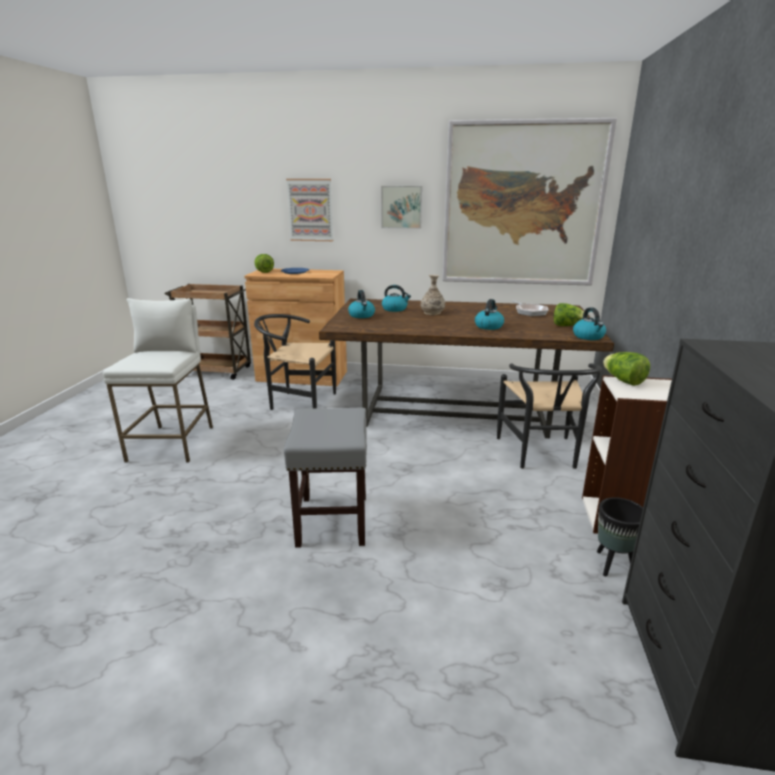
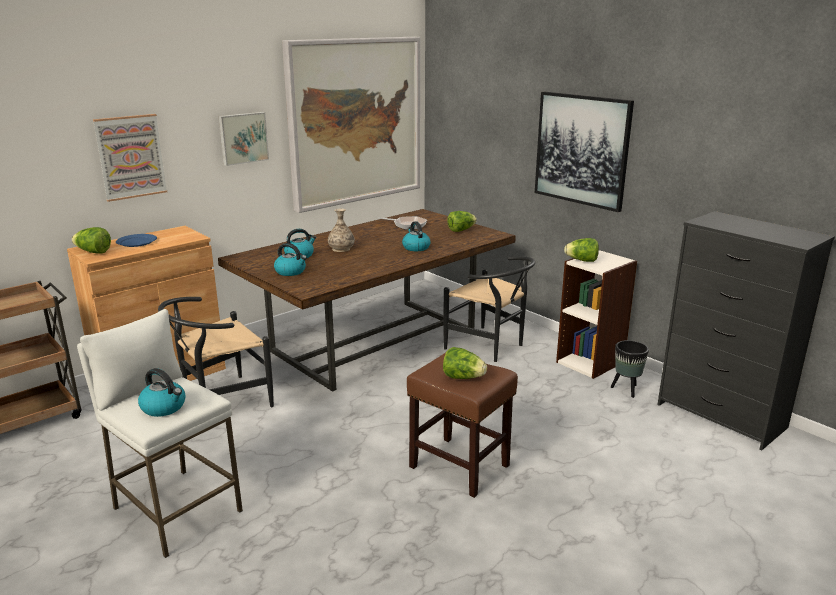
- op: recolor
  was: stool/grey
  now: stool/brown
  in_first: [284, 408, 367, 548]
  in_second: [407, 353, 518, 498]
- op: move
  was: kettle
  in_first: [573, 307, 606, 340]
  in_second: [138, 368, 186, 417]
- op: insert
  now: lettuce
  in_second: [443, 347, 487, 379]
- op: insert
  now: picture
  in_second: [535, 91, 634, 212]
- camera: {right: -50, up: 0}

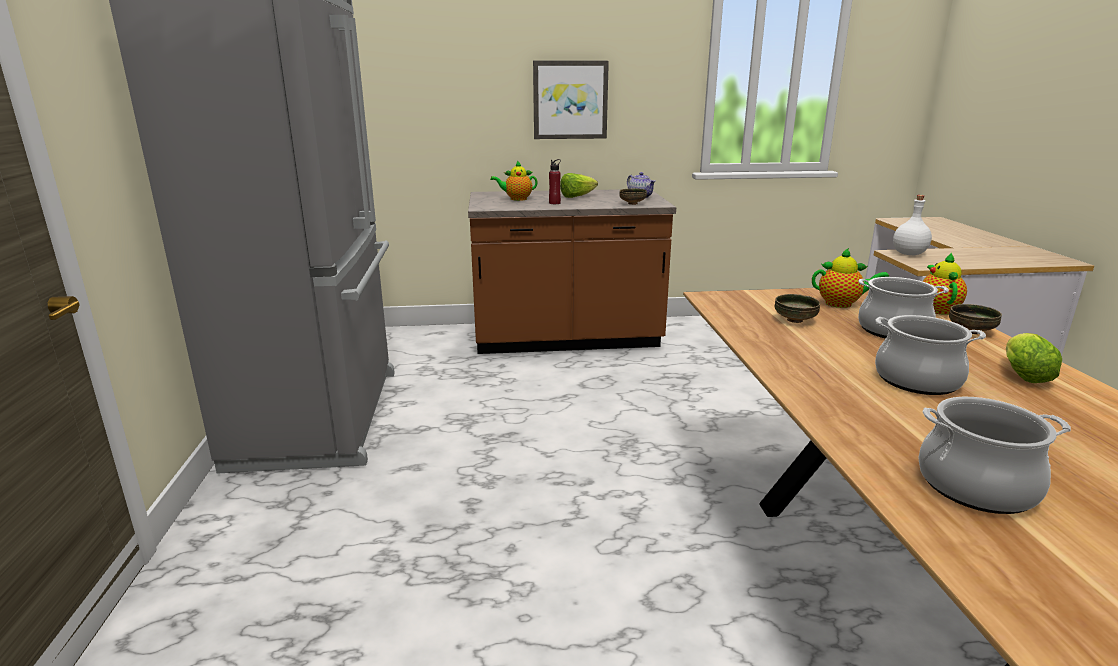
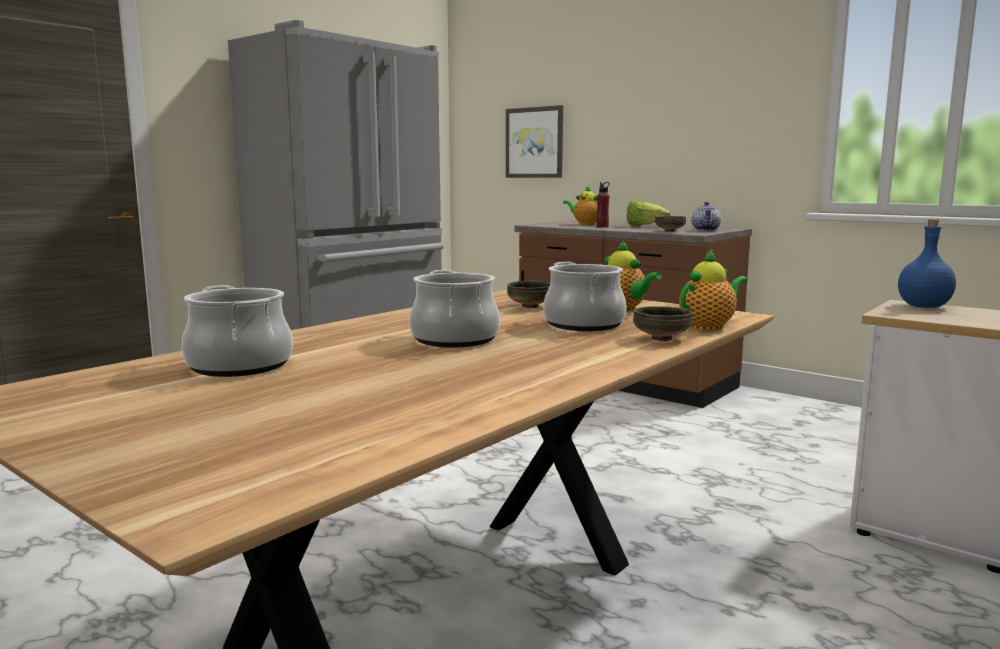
- op: move
  was: picture
  in_first: [533, 60, 609, 139]
  in_second: [506, 105, 563, 178]
- op: recolor
  was: bottle/white
  now: bottle/blue
  in_first: [893, 195, 932, 255]
  in_second: [898, 219, 956, 308]
- op: delete
  was: lettuce
  in_first: [1006, 333, 1062, 383]
- camera: {right: 45, up: -10}

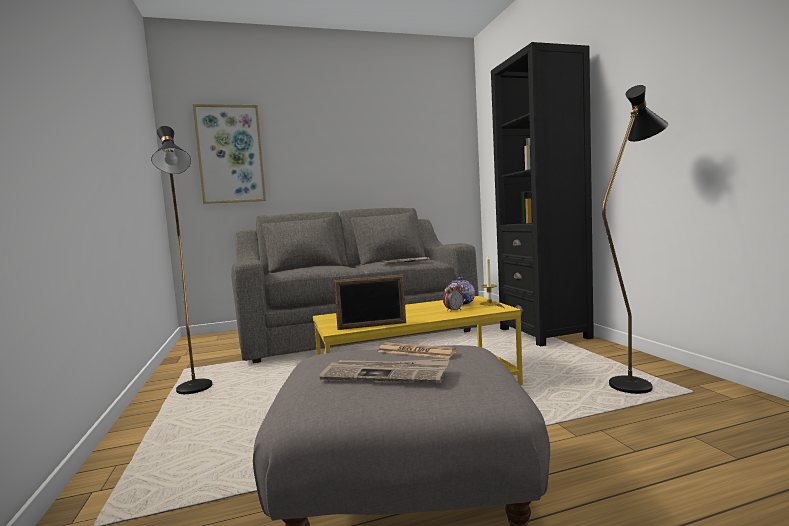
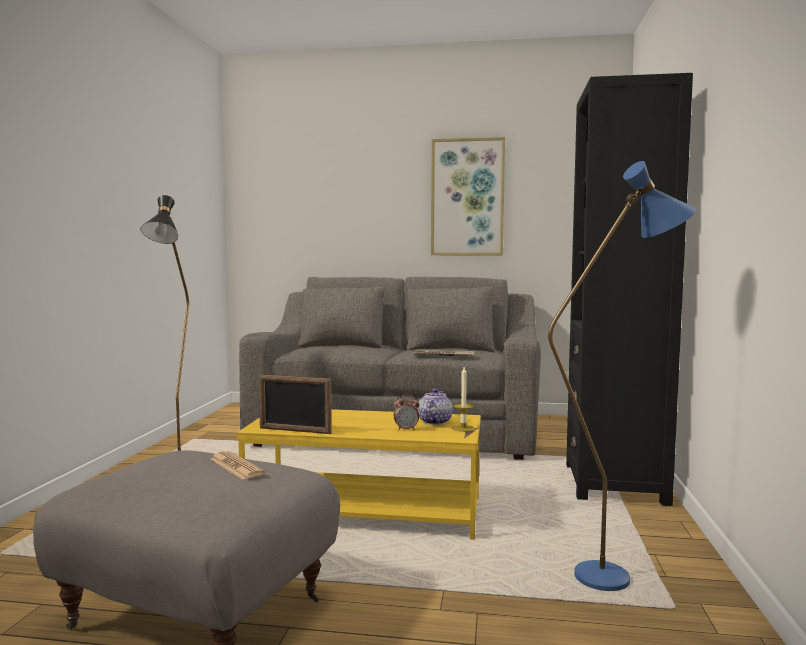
- op: move
  was: picture
  in_first: [193, 104, 266, 204]
  in_second: [431, 137, 505, 255]
- op: delete
  was: newspaper
  in_first: [320, 358, 450, 383]
- op: recolor
  was: floor lamp/black
  now: floor lamp/blue
  in_first: [602, 85, 668, 394]
  in_second: [548, 161, 696, 591]
- camera: {right: 25, up: 0}

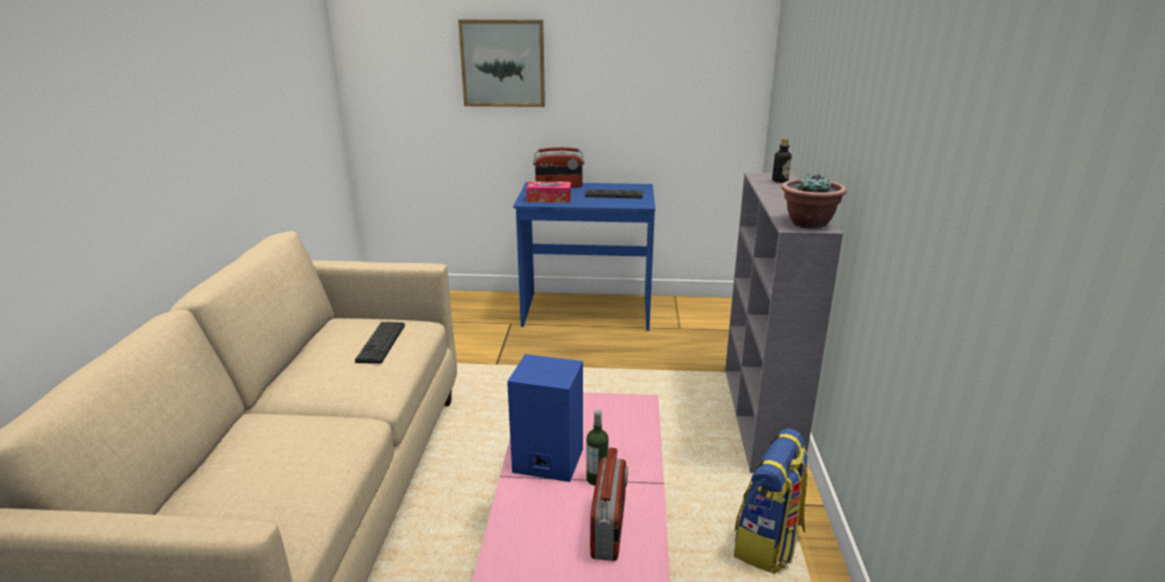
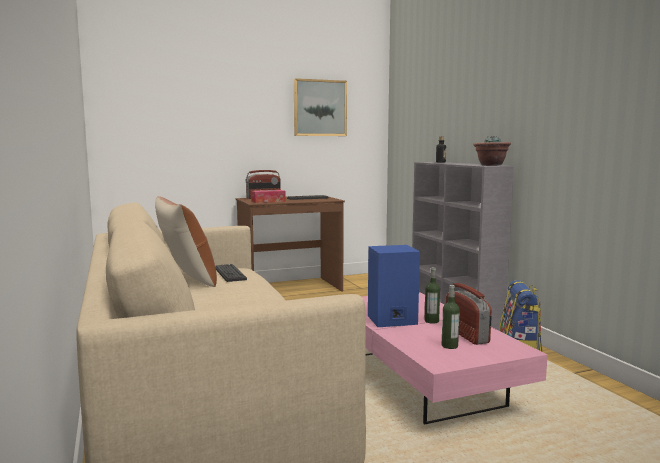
- op: move
  was: picture
  in_first: [458, 20, 545, 107]
  in_second: [294, 78, 347, 136]
- op: recolor
  was: desk/blue
  now: desk/brown
  in_first: [513, 182, 655, 331]
  in_second: [236, 195, 345, 292]
- op: insert
  now: pillow/brown
  in_second: [155, 196, 217, 287]
- op: insert
  now: bottle
  in_second: [442, 285, 460, 349]
- camera: {right: -25, up: -15}

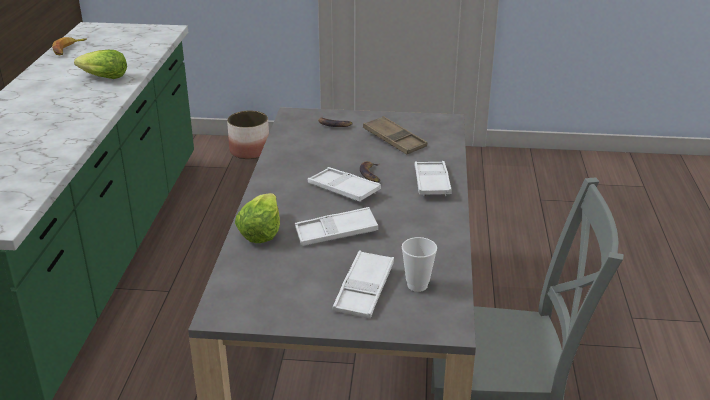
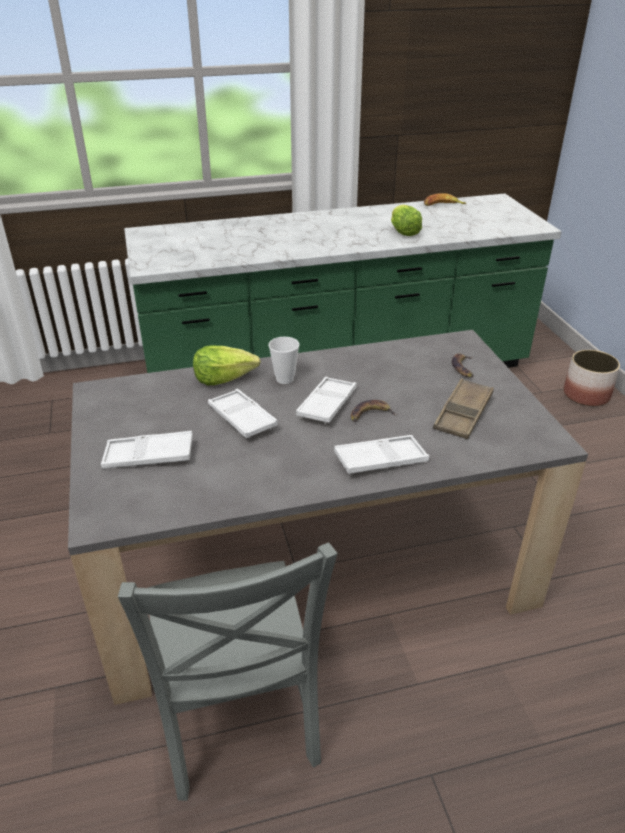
- op: move
  was: cup
  in_first: [402, 237, 437, 292]
  in_second: [268, 337, 300, 384]
- camera: {right: 70, up: 5}

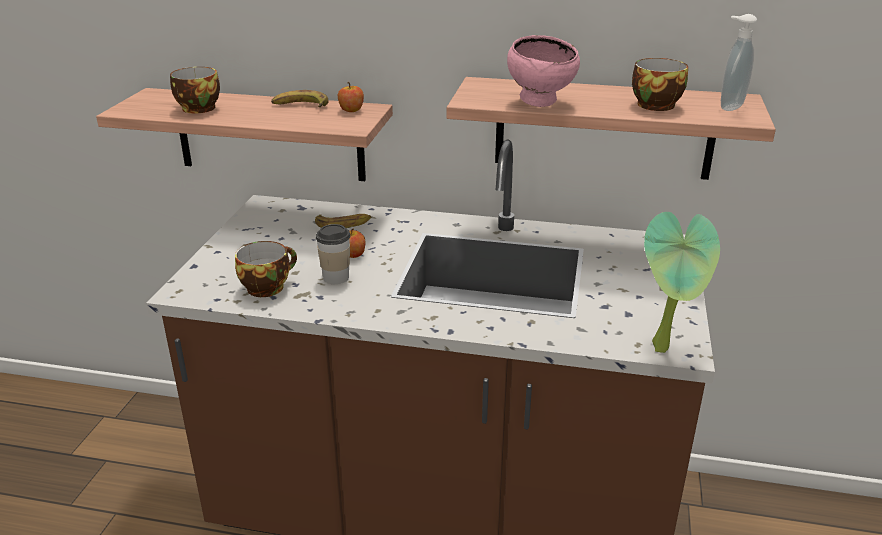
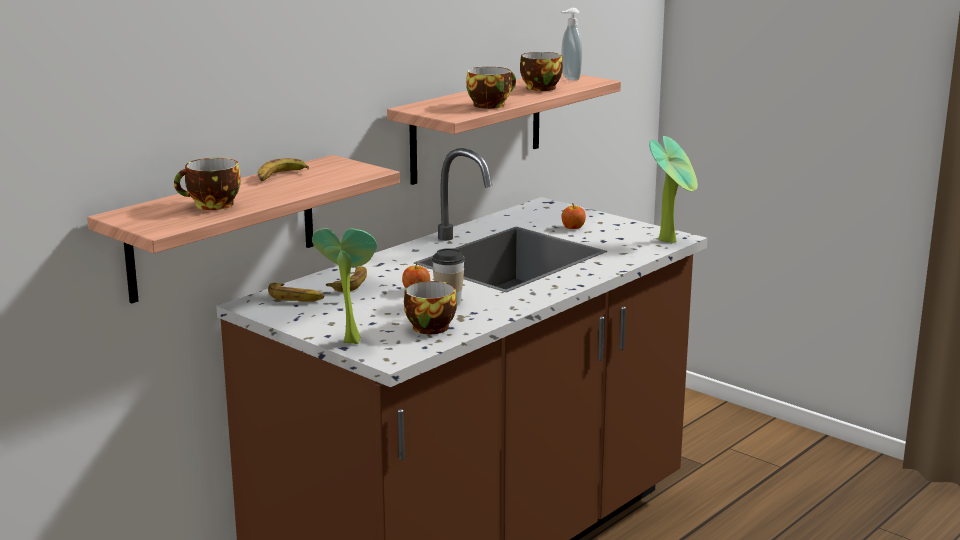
- op: move
  was: apple
  in_first: [338, 82, 364, 112]
  in_second: [561, 203, 586, 229]
- op: replace
  was: bowl/pink
  now: cup
  in_first: [507, 35, 580, 107]
  in_second: [466, 67, 516, 109]
- op: insert
  now: banana
  in_second: [268, 283, 324, 302]
- op: insert
  now: potted plant
  in_second: [312, 228, 377, 344]
- camera: {right: -60, up: -10}

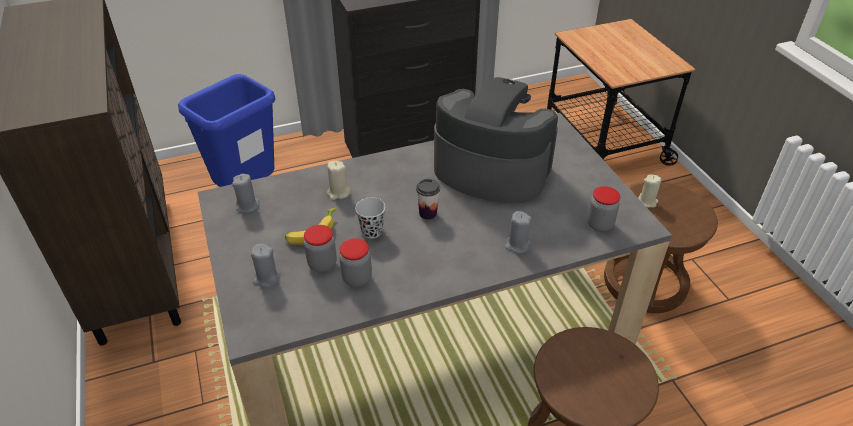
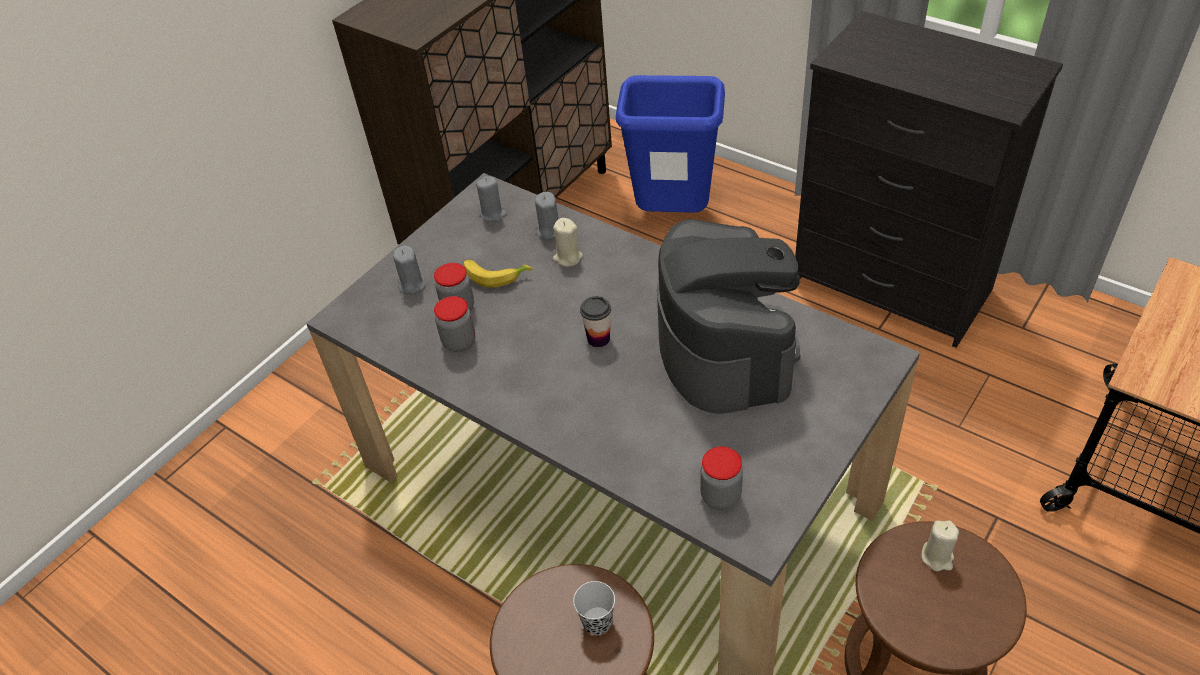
- op: move
  was: cup/black
  in_first: [355, 198, 385, 238]
  in_second: [573, 581, 615, 635]
- op: move
  was: candle/grey
  in_first: [505, 211, 532, 253]
  in_second: [535, 192, 558, 240]
- camera: {right: 60, up: 5}

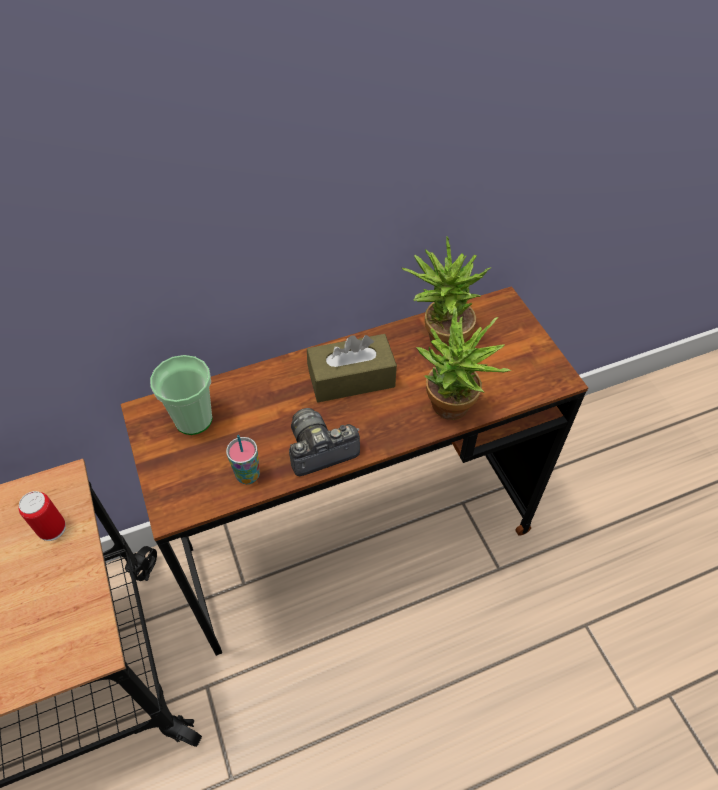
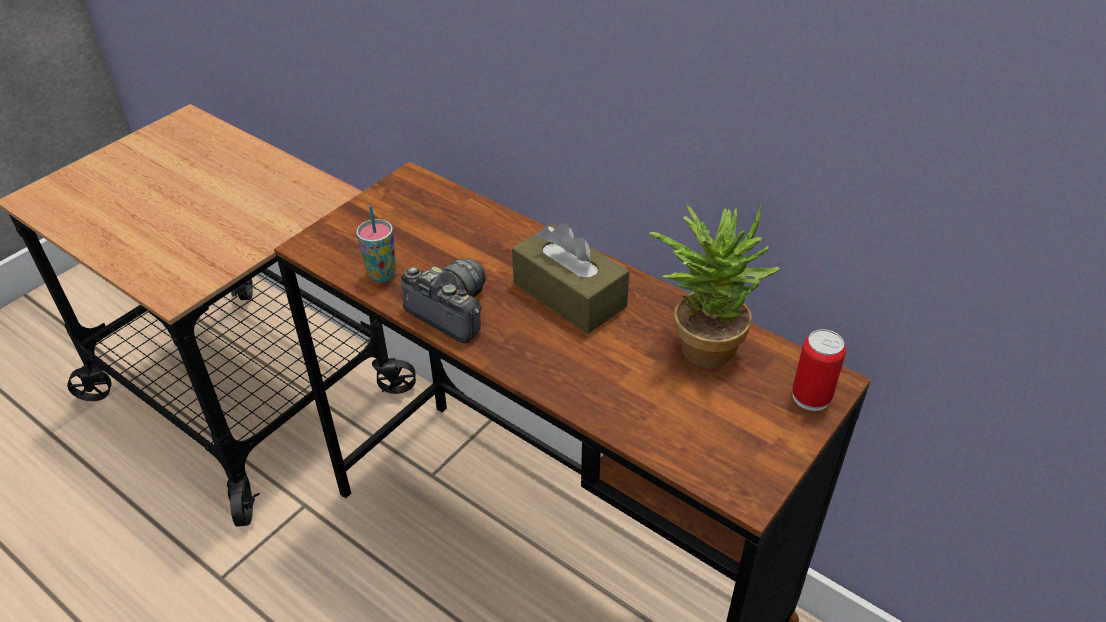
- op: move
  was: can
  in_first: [19, 491, 66, 541]
  in_second: [792, 329, 846, 411]
- op: delete
  was: cup
  in_first: [150, 355, 213, 435]
- op: delete
  was: potted plant
  in_first: [416, 307, 511, 420]
- camera: {right: 60, up: -10}

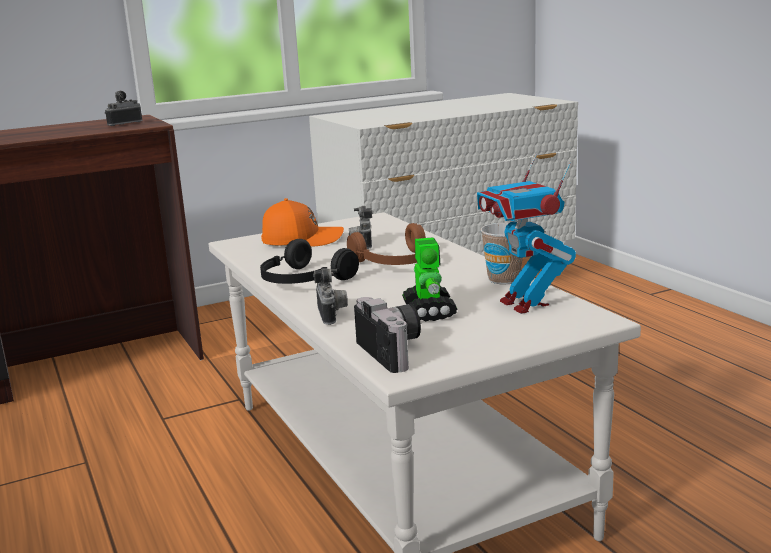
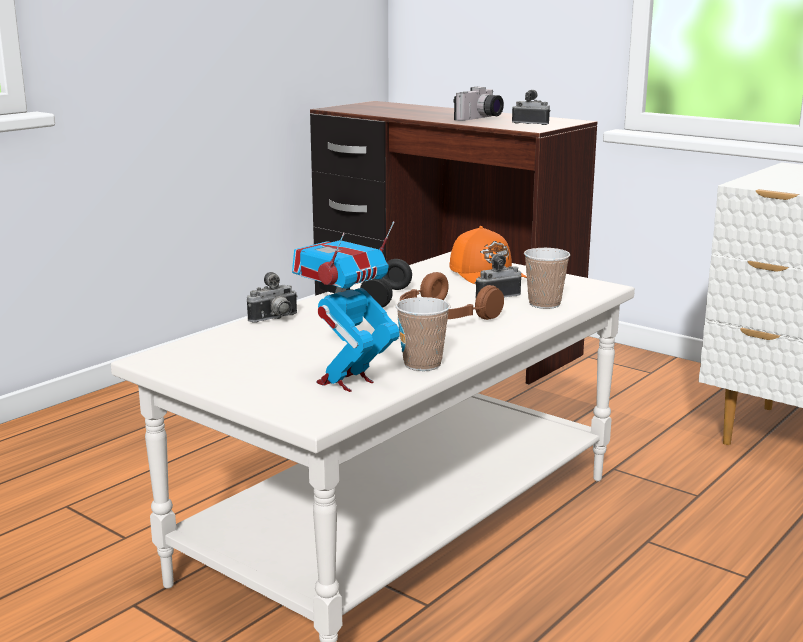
- op: move
  was: photo camera
  in_first: [354, 297, 421, 373]
  in_second: [453, 87, 504, 121]
- op: delete
  was: toy robot
  in_first: [402, 237, 457, 321]
- op: insert
  now: cup
  in_second: [524, 248, 570, 309]
- camera: {right: 65, up: 0}

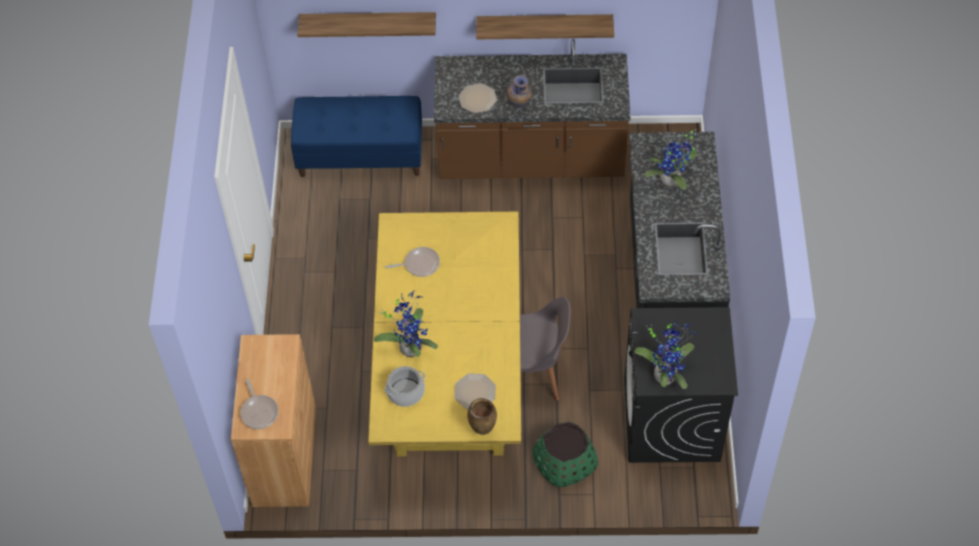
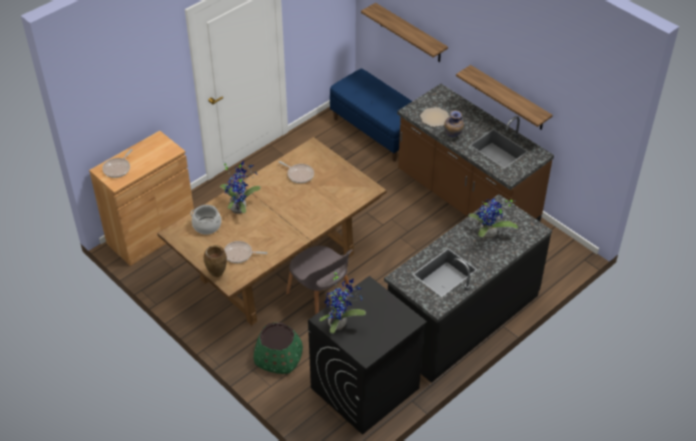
- op: recolor
  was: dining table/yellow
  now: dining table/brown
  in_first: [368, 212, 521, 456]
  in_second: [157, 137, 387, 325]
- op: replace
  was: plate
  now: frying pan
  in_first: [454, 373, 496, 409]
  in_second: [224, 241, 268, 263]
- camera: {right: 45, up: -10}

